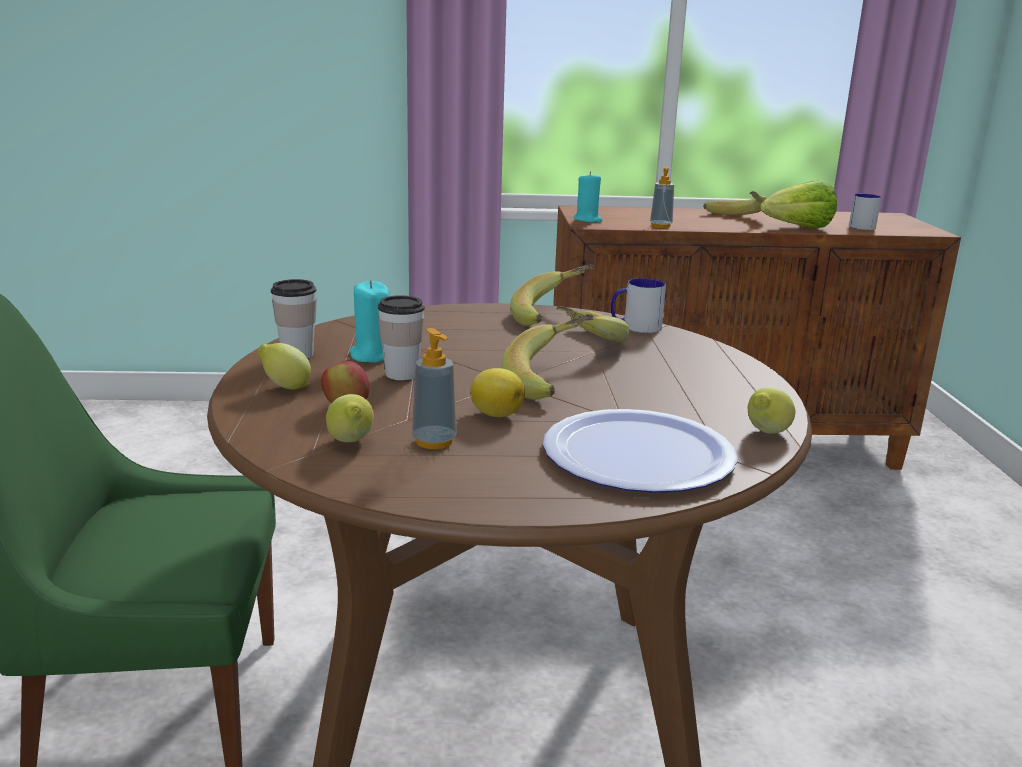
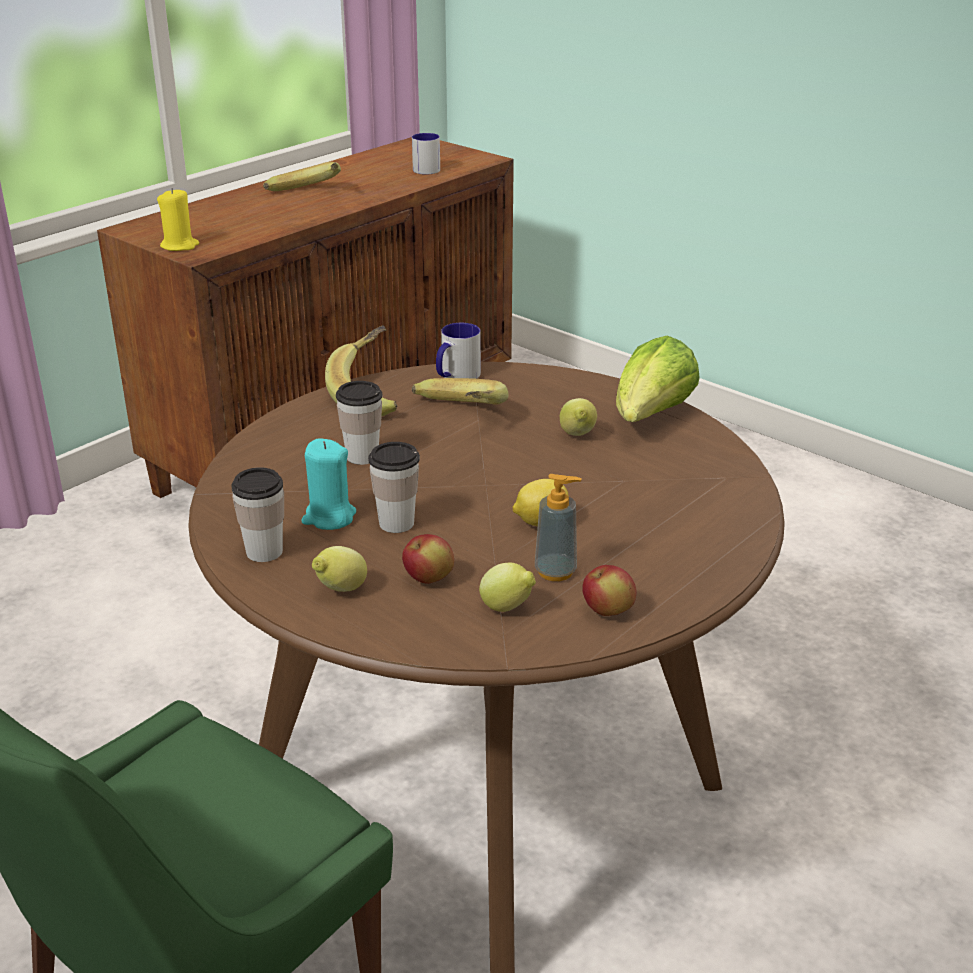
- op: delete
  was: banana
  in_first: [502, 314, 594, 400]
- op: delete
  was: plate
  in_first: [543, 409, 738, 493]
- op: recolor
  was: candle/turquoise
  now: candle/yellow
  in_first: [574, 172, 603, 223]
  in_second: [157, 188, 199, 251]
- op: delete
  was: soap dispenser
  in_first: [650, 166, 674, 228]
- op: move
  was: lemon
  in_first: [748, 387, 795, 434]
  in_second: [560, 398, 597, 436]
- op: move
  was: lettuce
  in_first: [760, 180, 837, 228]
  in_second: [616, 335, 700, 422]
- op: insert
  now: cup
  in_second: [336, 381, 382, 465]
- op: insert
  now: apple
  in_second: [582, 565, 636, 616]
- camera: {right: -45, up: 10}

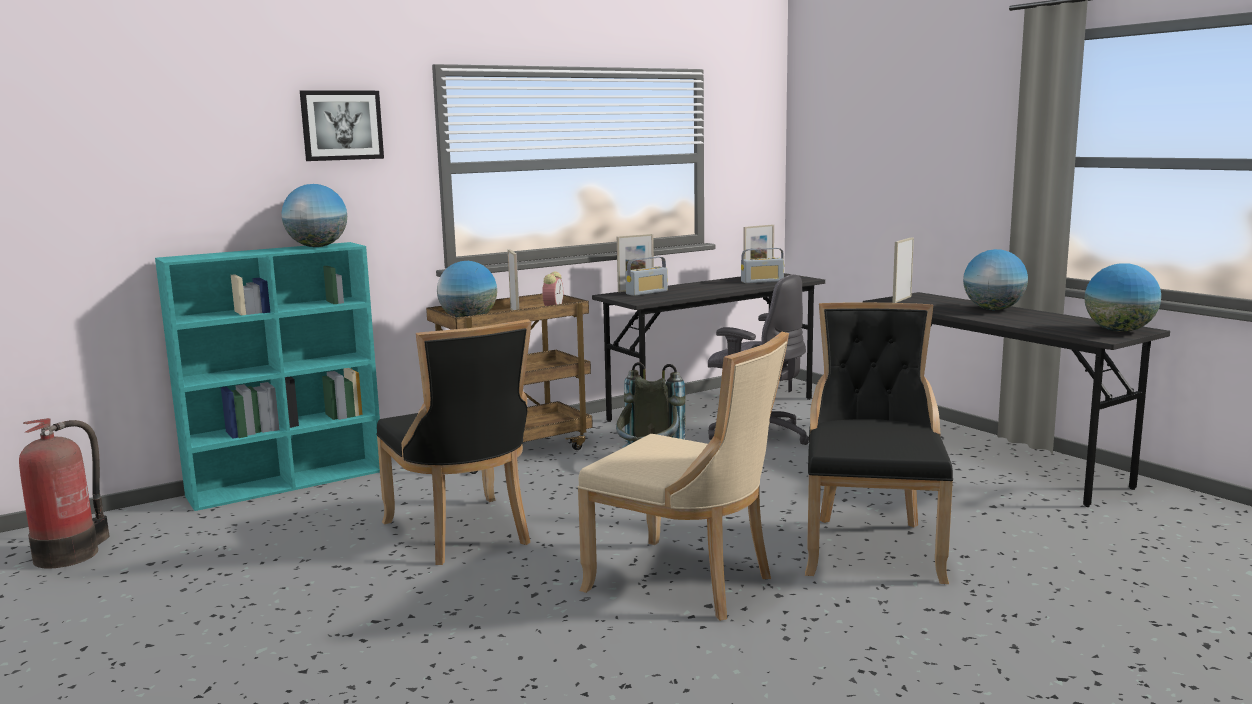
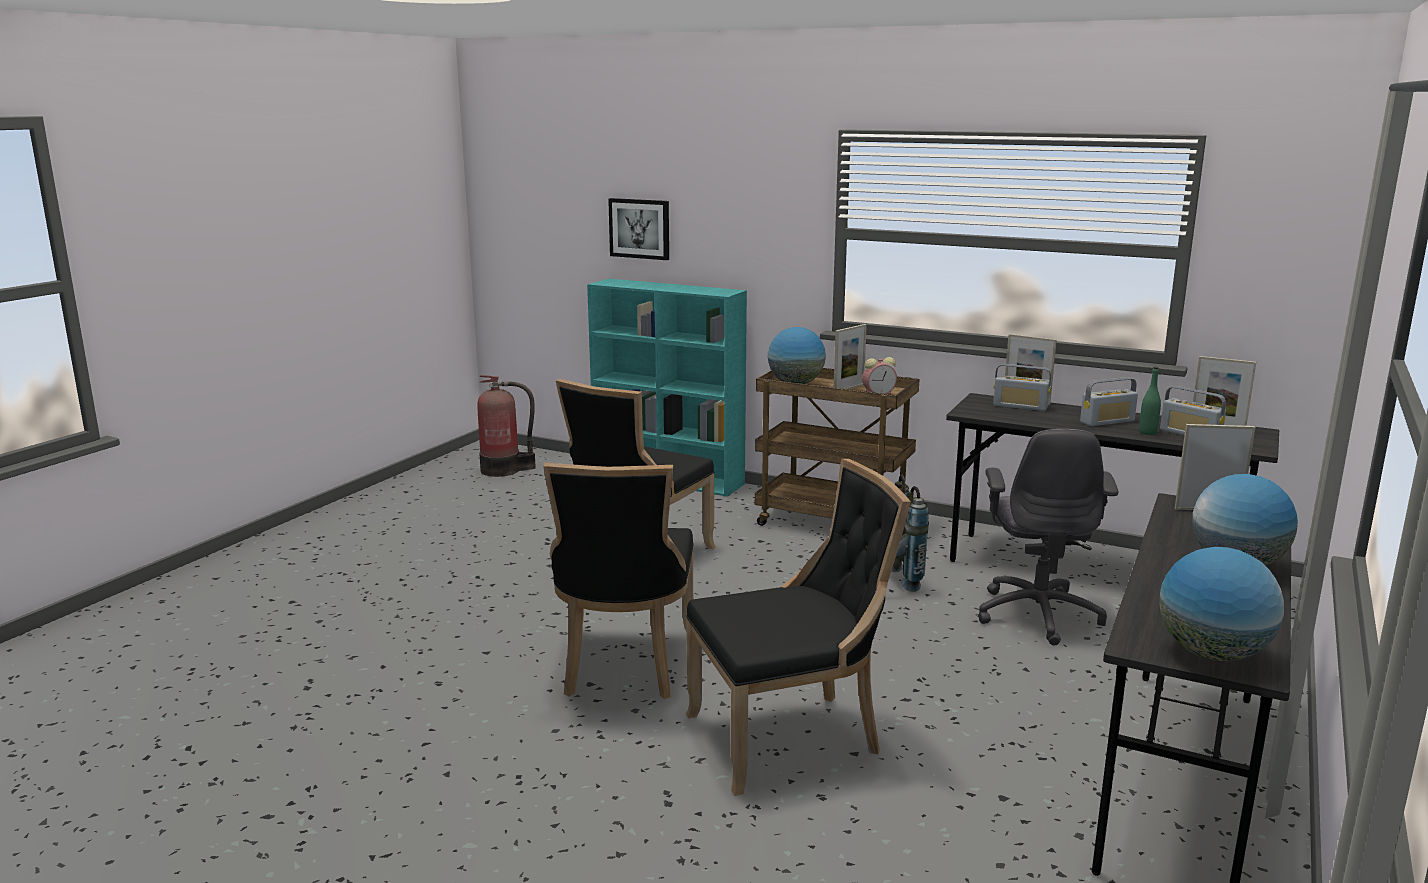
- op: delete
  was: globe
  in_first: [282, 184, 347, 247]
- op: move
  was: picture
  in_first: [300, 90, 384, 161]
  in_second: [608, 198, 669, 260]
- op: recolor
  was: chair/beige
  now: chair/black
  in_first: [577, 332, 789, 621]
  in_second: [543, 463, 694, 699]
- op: insert
  now: radio
  in_second: [1080, 377, 1138, 426]
- op: insert
  now: bottle/green
  in_second: [1139, 367, 1161, 435]
- camera: {right: 60, up: 5}

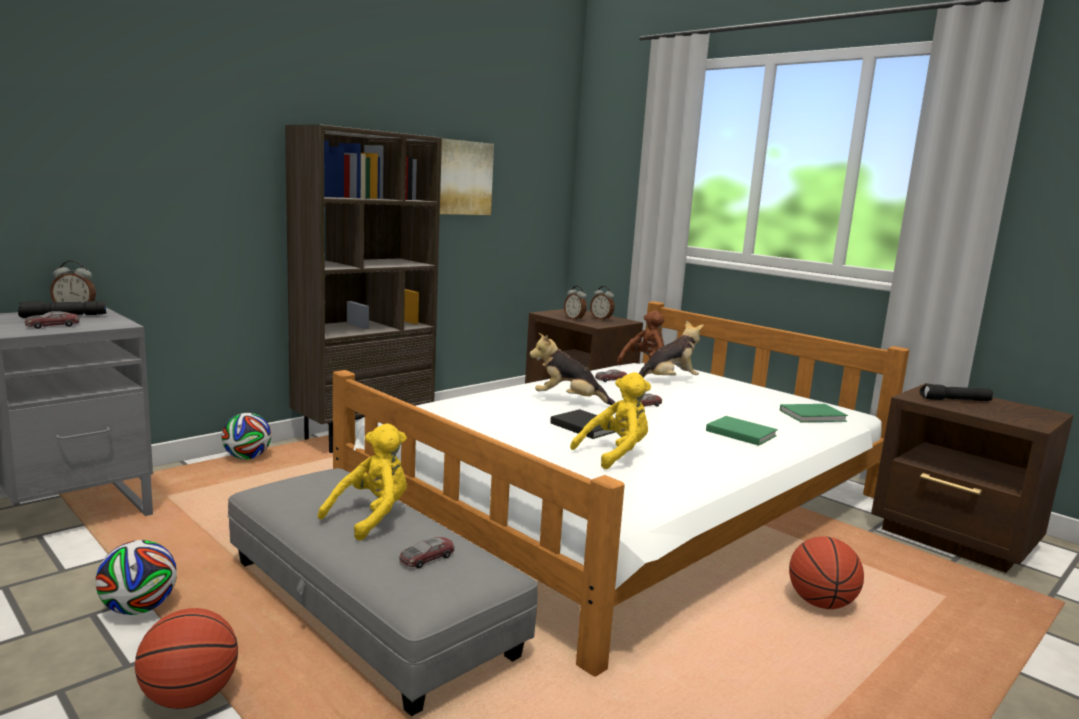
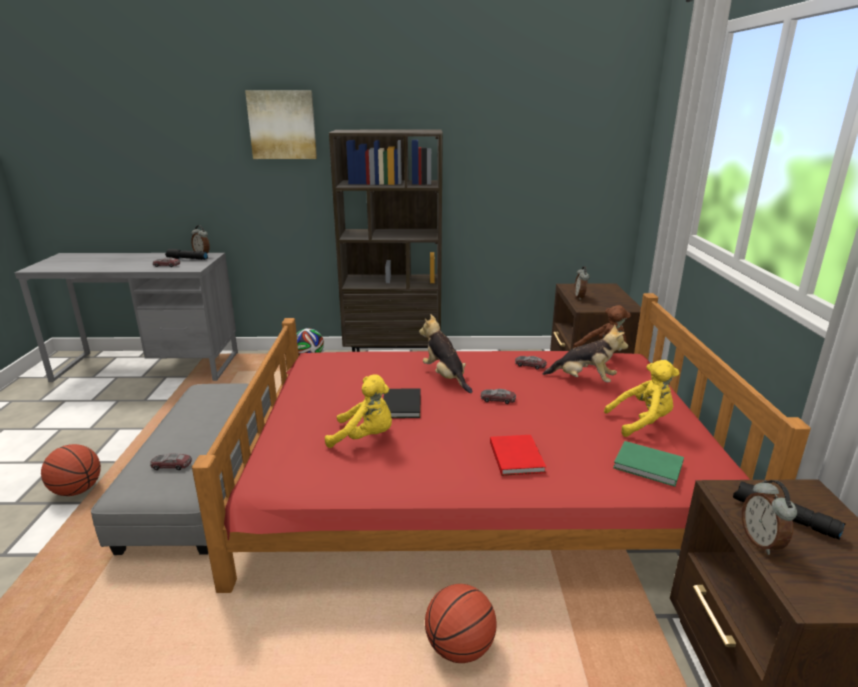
- op: delete
  was: football
  in_first: [95, 540, 177, 615]
- op: move
  was: plush toy/yellow
  in_first: [318, 423, 407, 541]
  in_second: [604, 360, 680, 437]
- op: recolor
  was: bed/white
  now: bed/red
  in_first: [333, 301, 909, 676]
  in_second: [192, 293, 811, 593]
- op: move
  was: picture
  in_first: [440, 138, 494, 215]
  in_second: [245, 90, 317, 159]
- op: move
  was: alarm clock
  in_first: [590, 286, 615, 321]
  in_second: [742, 480, 797, 555]
- op: recolor
  was: book/green
  now: book/red
  in_first: [706, 416, 778, 446]
  in_second: [490, 435, 546, 476]
- camera: {right: 45, up: 10}

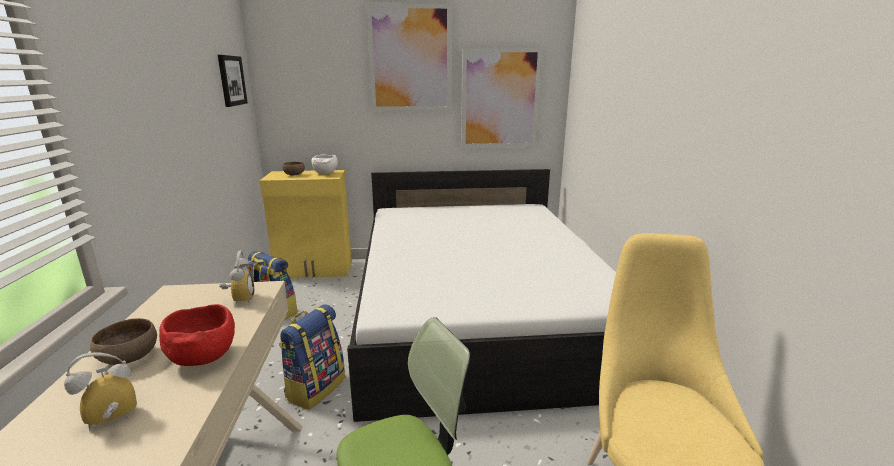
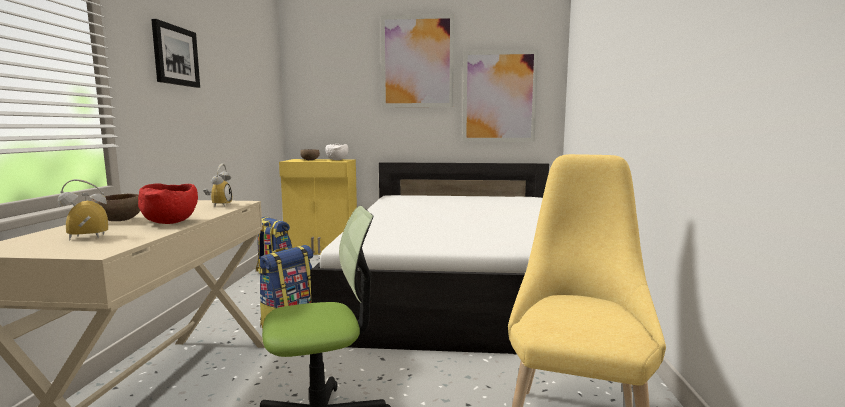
- op: move
  was: picture
  in_first: [218, 55, 248, 107]
  in_second: [151, 19, 200, 88]
- camera: {right: 10, up: -10}

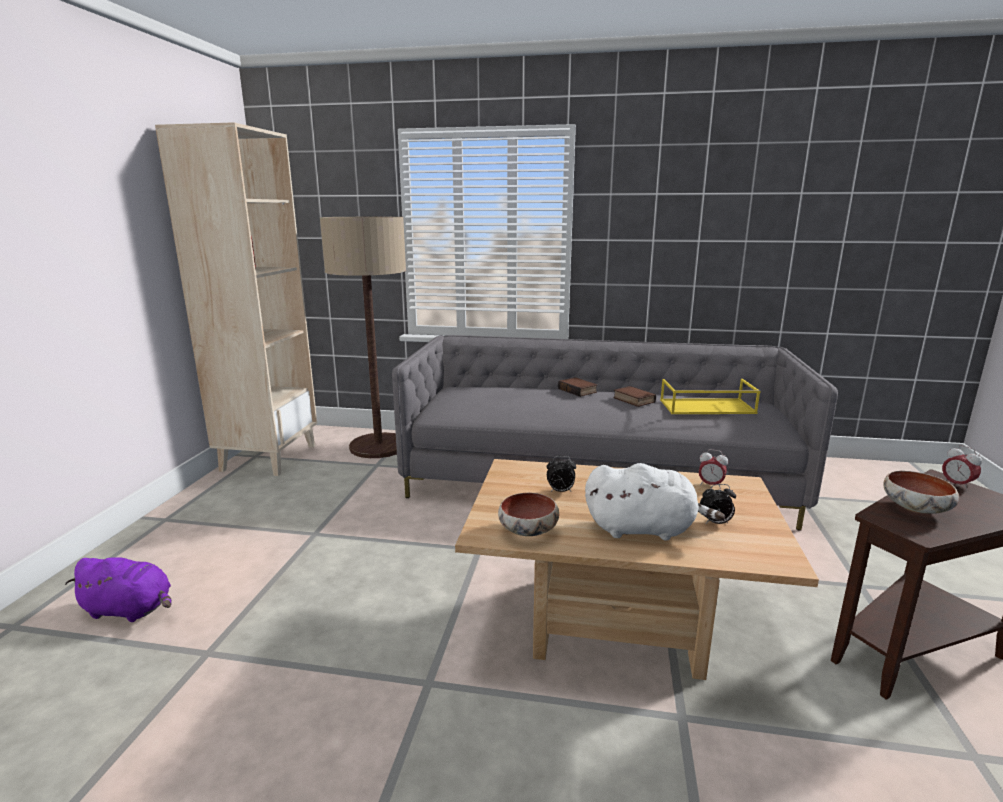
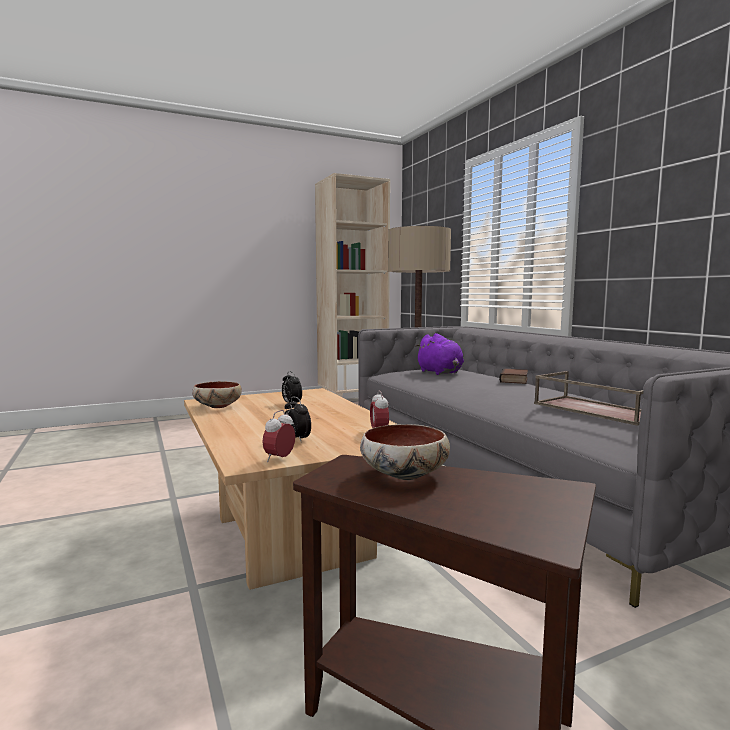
- op: move
  was: plush toy/purple
  in_first: [65, 557, 172, 622]
  in_second: [415, 333, 464, 375]
- op: delete
  was: plush toy/white
  in_first: [585, 463, 725, 541]
- op: delete
  was: book
  in_first: [613, 386, 656, 407]
- op: recolor
  was: tray/yellow
  now: tray/brown
  in_first: [660, 379, 761, 414]
  in_second: [534, 371, 643, 426]
- op: move
  was: alarm clock
  in_first: [942, 445, 982, 490]
  in_second: [262, 410, 295, 462]
- camera: {right: 55, up: -10}

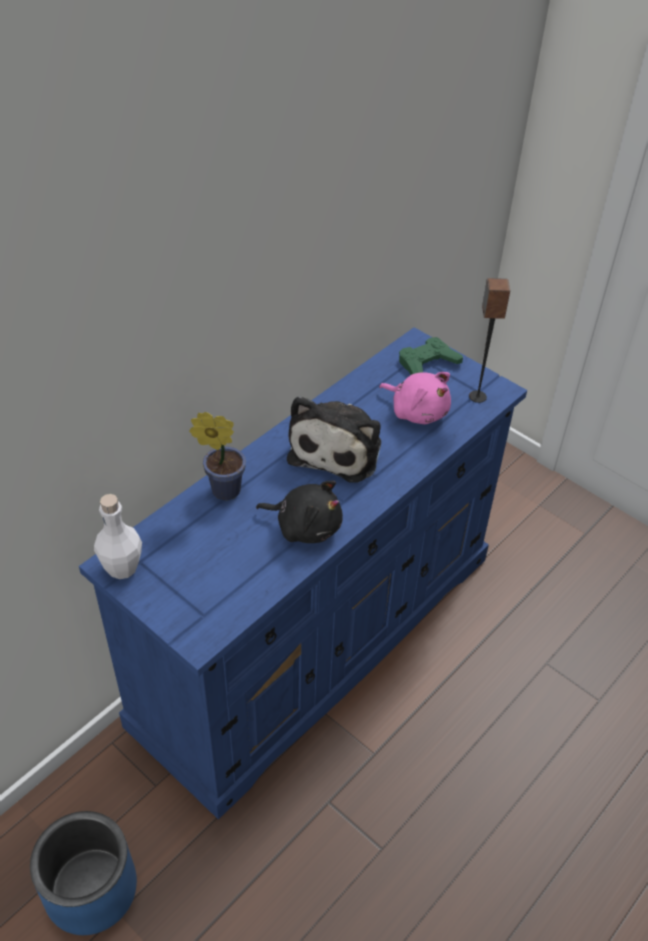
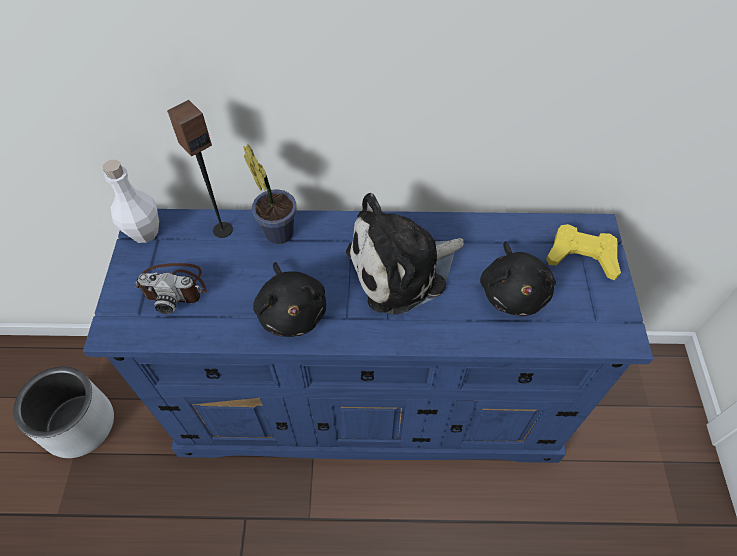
- op: recolor
  was: planter/blue
  now: planter/grey
  in_first: [30, 811, 137, 935]
  in_second: [13, 366, 114, 458]
- op: recolor
  was: plush toy/pink
  now: plush toy/black
  in_first: [379, 372, 451, 424]
  in_second: [480, 241, 556, 316]
- op: recolor
  was: game controller/green
  now: game controller/yellow
  in_first: [399, 337, 463, 375]
  in_second: [546, 224, 621, 280]
- op: move
  was: speaker
  in_first: [469, 278, 510, 403]
  in_second: [167, 100, 233, 238]
- op: insert
  now: photo camera
  in_second: [135, 263, 207, 314]
- camera: {right: 50, up: 10}

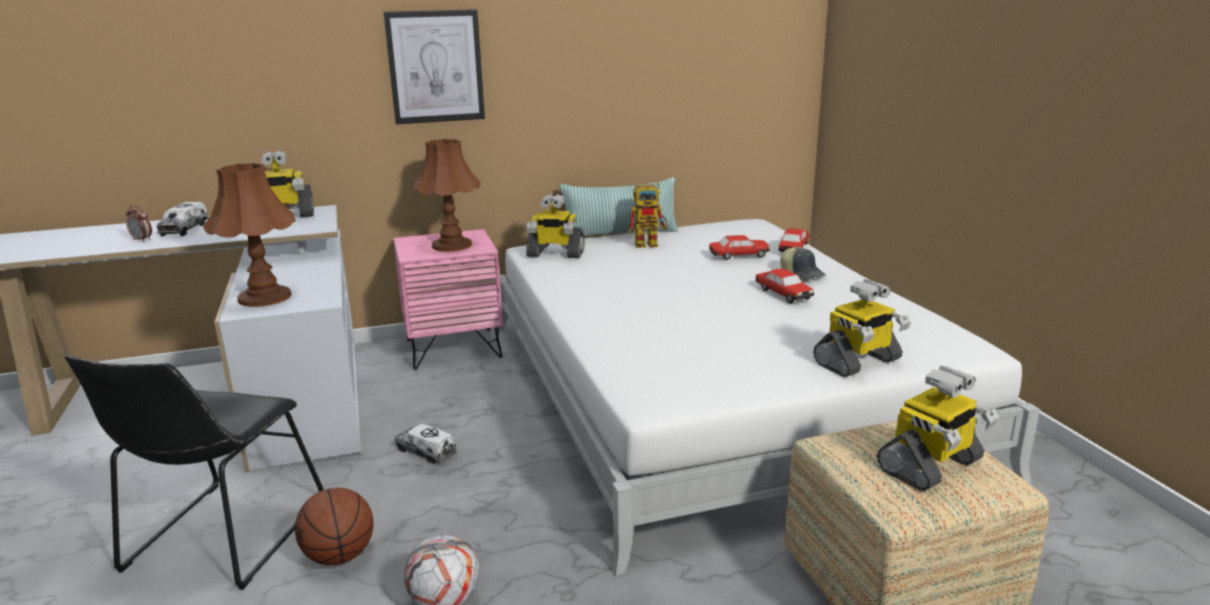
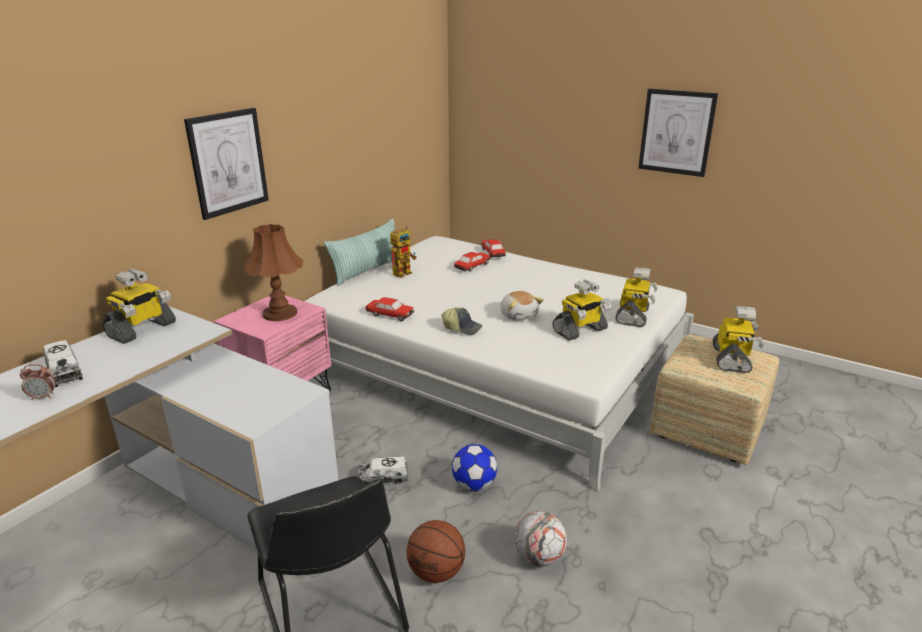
- op: delete
  was: table lamp/brown
  in_first: [203, 163, 295, 307]
- op: move
  was: toy robot
  in_first: [526, 194, 585, 258]
  in_second: [552, 280, 612, 341]
- op: move
  was: toy car
  in_first: [756, 269, 814, 304]
  in_second: [366, 297, 414, 321]
- op: move
  was: cap
  in_first: [780, 247, 826, 281]
  in_second: [441, 307, 483, 335]
- op: insert
  now: football
  in_second: [452, 444, 497, 491]
- op: insert
  now: plush toy
  in_second: [500, 291, 543, 321]
- op: insert
  now: picture
  in_second: [638, 89, 718, 177]
- camera: {right: -40, up: 5}

